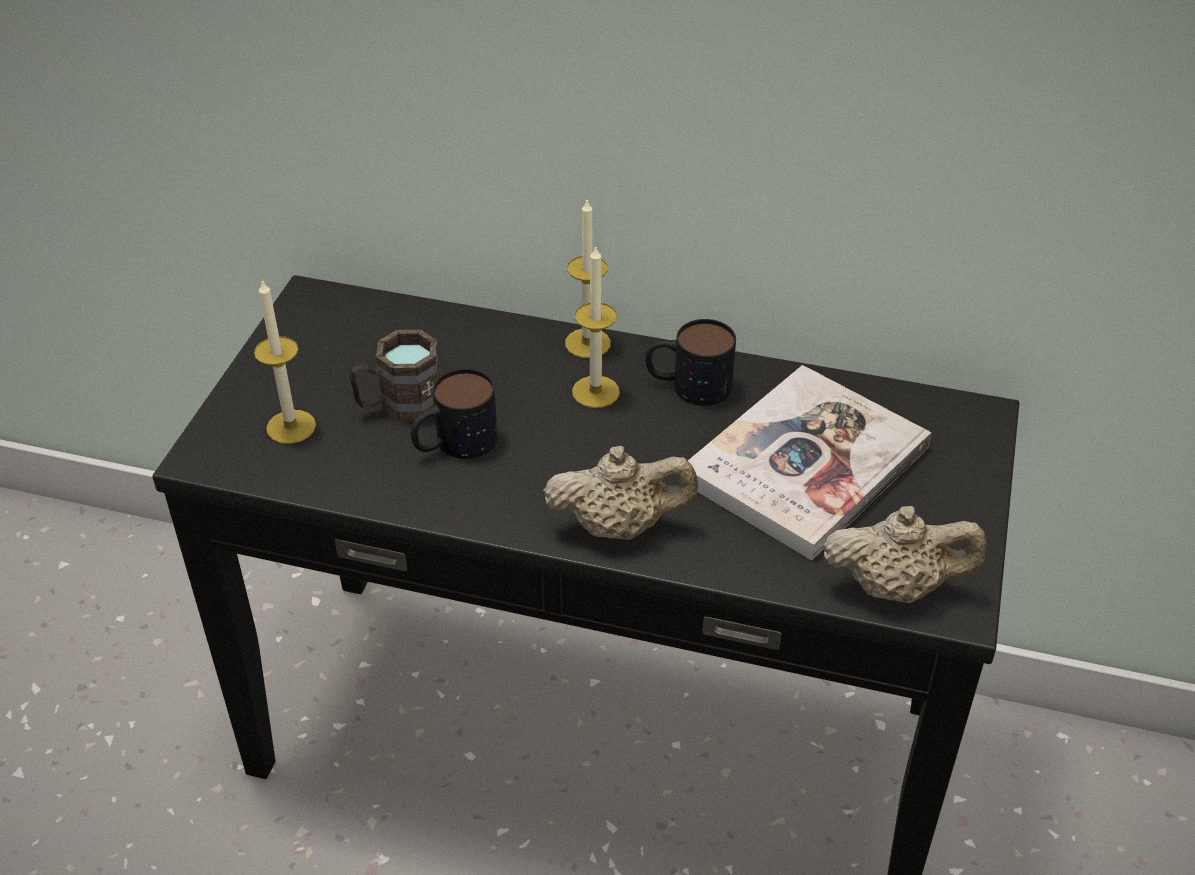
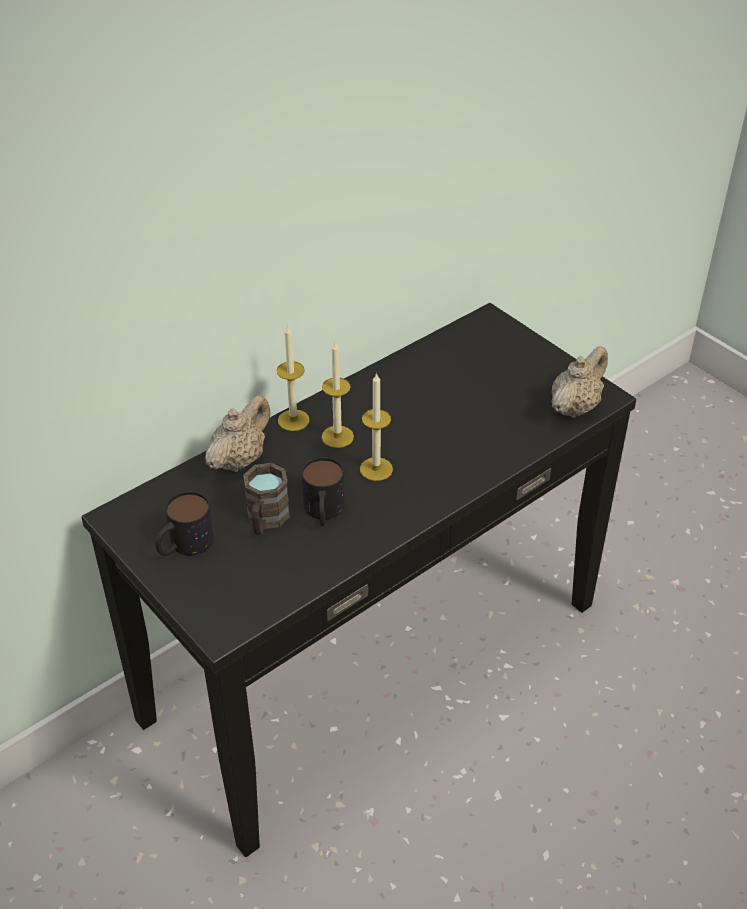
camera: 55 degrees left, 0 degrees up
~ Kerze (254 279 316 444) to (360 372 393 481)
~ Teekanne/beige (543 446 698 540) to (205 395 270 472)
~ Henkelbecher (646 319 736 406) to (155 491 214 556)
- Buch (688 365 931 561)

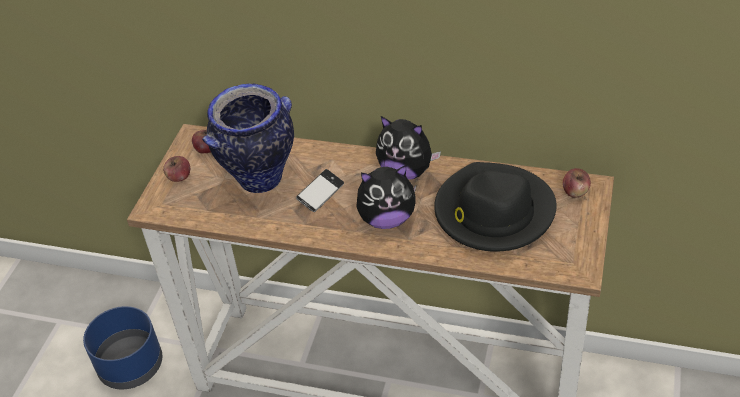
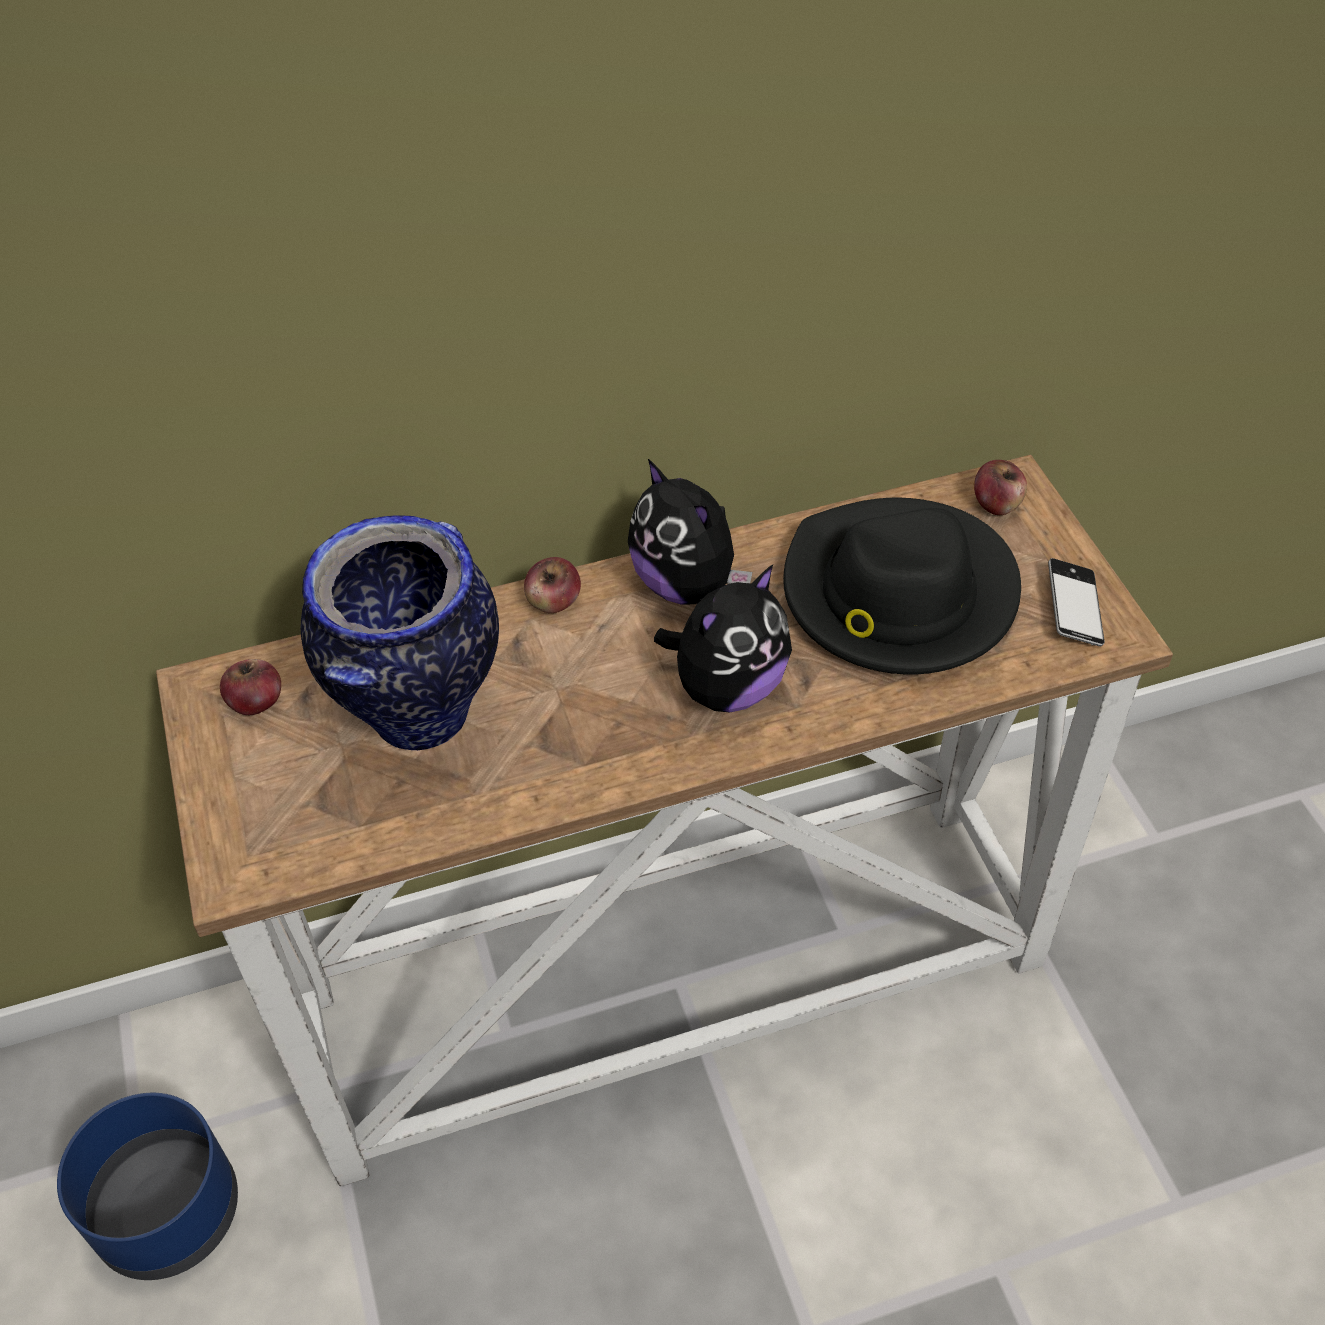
camera: 35 degrees left, 5 degrees up
~ Apfel (163 156 190 182) to (524 557 581 613)
~ Handy (296 169 344 212) to (1048 558 1105 647)
~ Plüschtier (376 116 441 180) = (628 459 753 605) 60 degrees clockwise

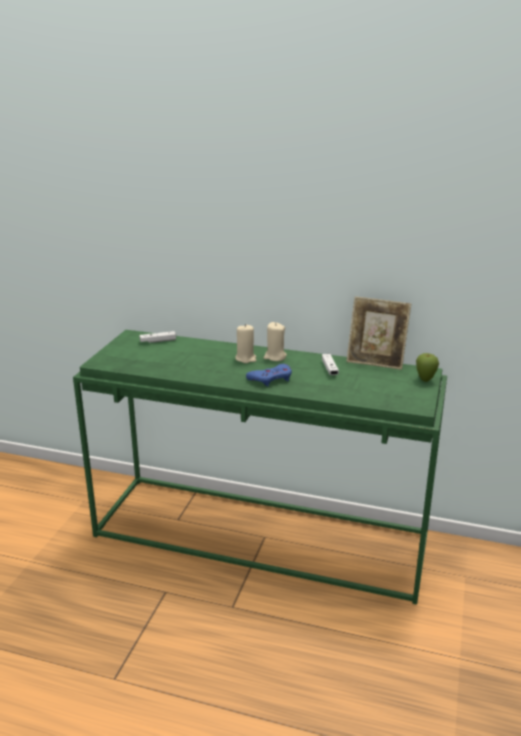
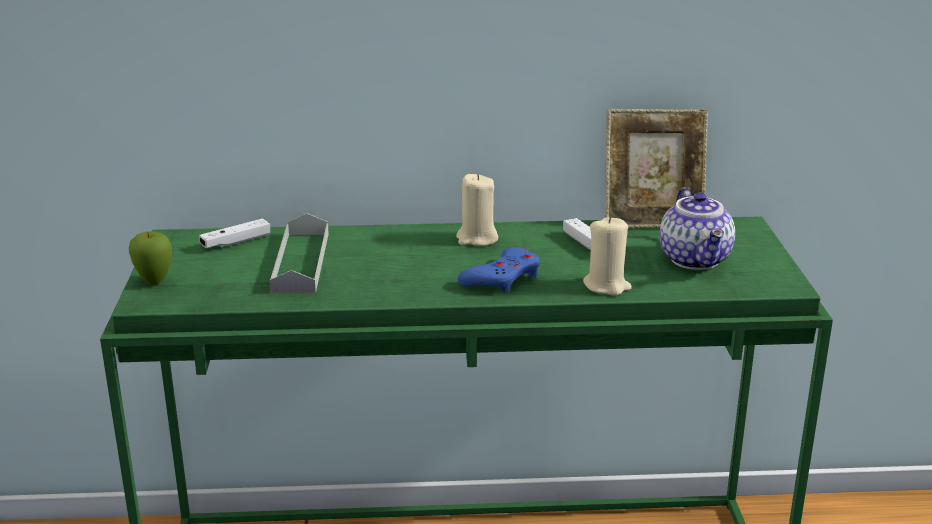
camera: 20 degrees left, 0 degrees up
~ Kerze/beige (235 324 256 363) to (583 216 632 296)
~ Apfel (416 353 439 382) to (129 231 172 286)
+ Tablett/grau (269 213 329 294)
+ Teekanne (660 188 735 270)

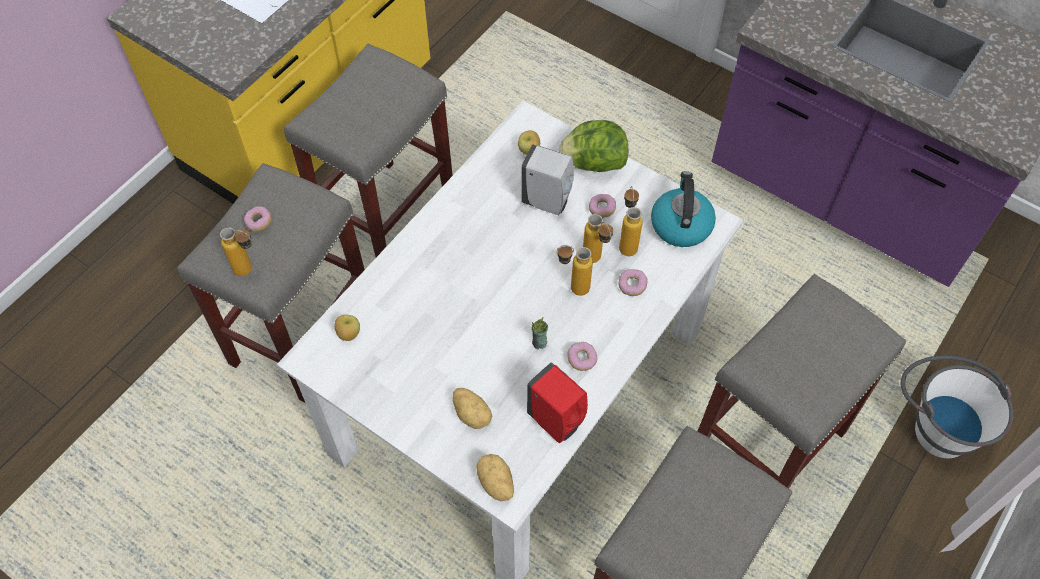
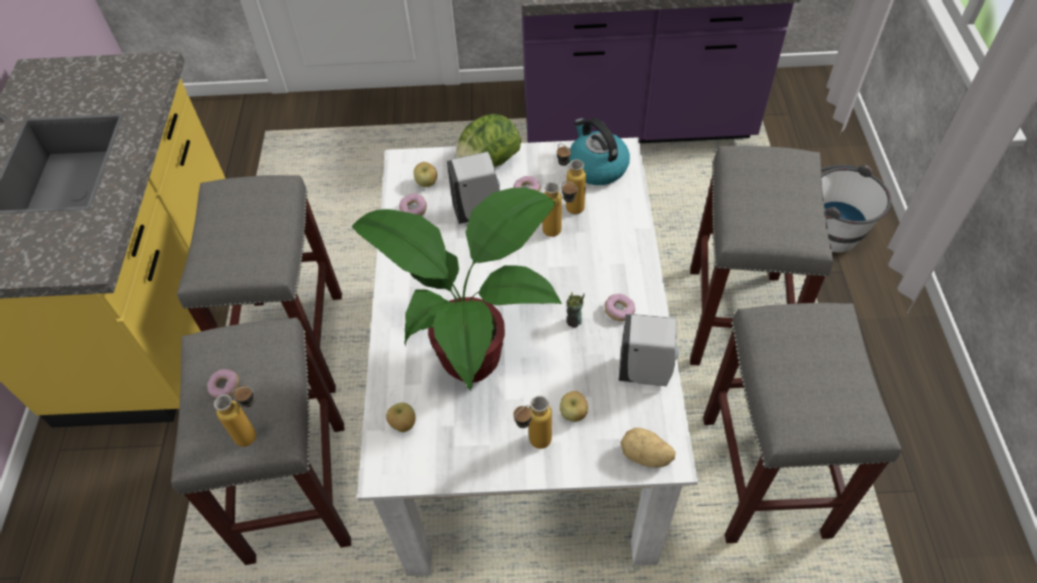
camera: 35 degrees left, 5 degrees down
~ Kartoffel (452 388 493 429) to Apfel (560 391 588 422)
~ Seifenspender/rot (527 362 588 444) to Seifenspender/weiß (619 314 679 386)
~ Flasche (556 245 593 296) to (514 396 552 449)
~ Donut (618 269 648 296) to (399 193 427 216)
+ Topfpflanze (351 187 562 391)

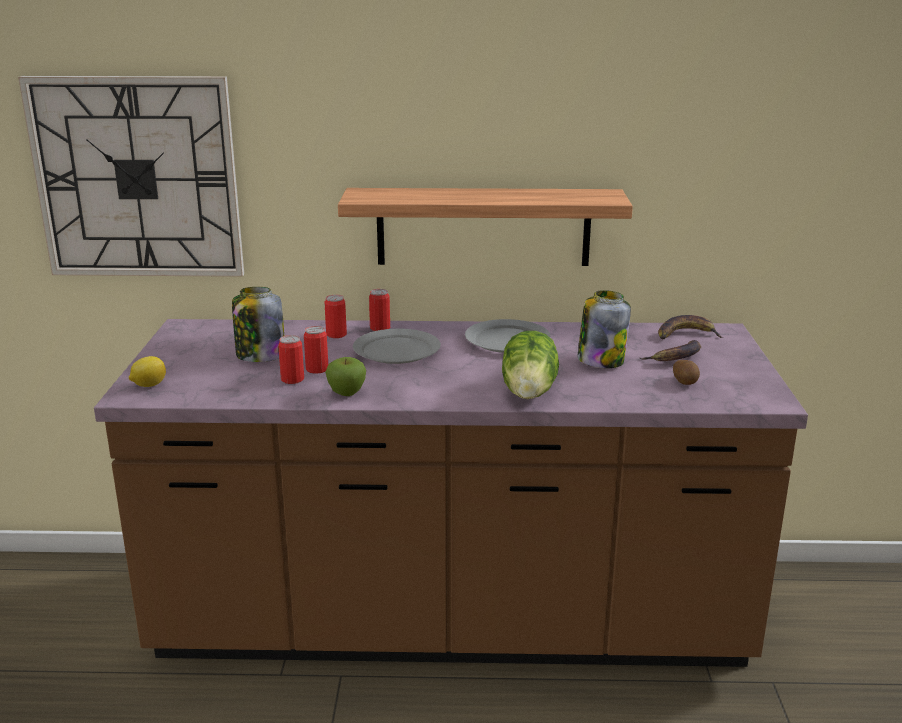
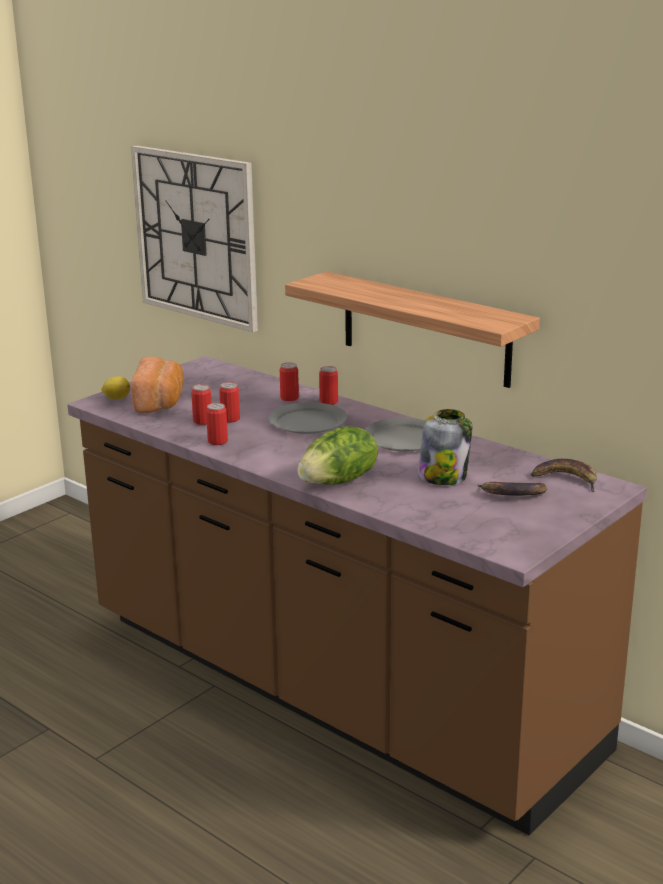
camera: 40 degrees right, 0 degrees up
- Vorratsglas (232 287 284 362)
~ Apfel (325 357 366 396) to Dose (206 403 228 445)
- Kartoffel (673 360 700 385)
+ Brot (131 357 184 413)

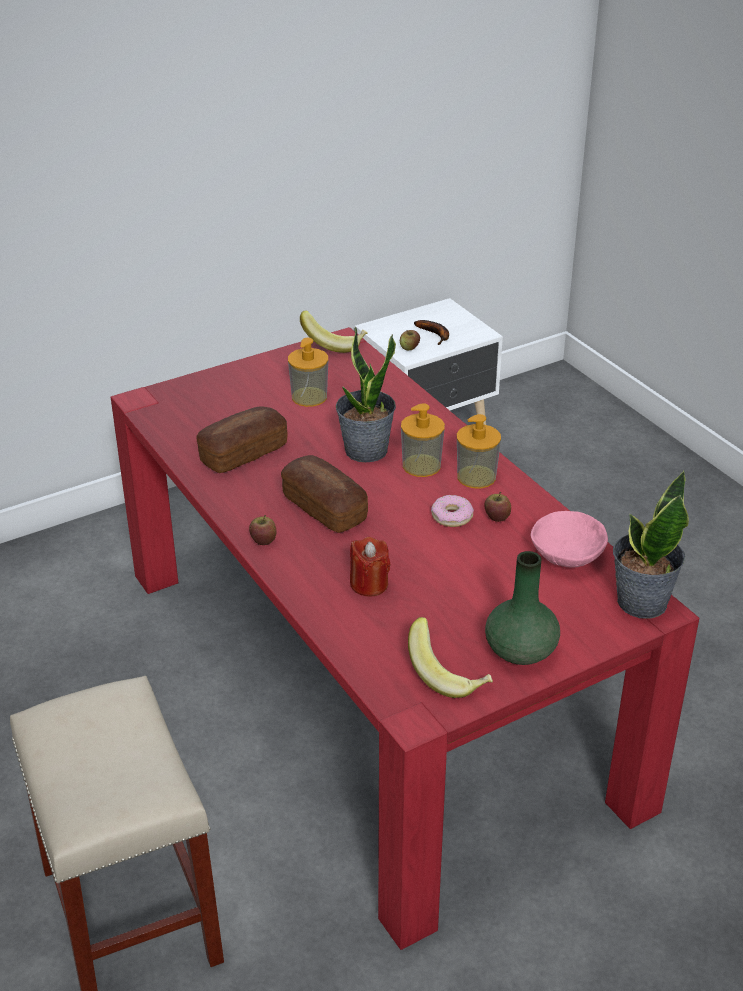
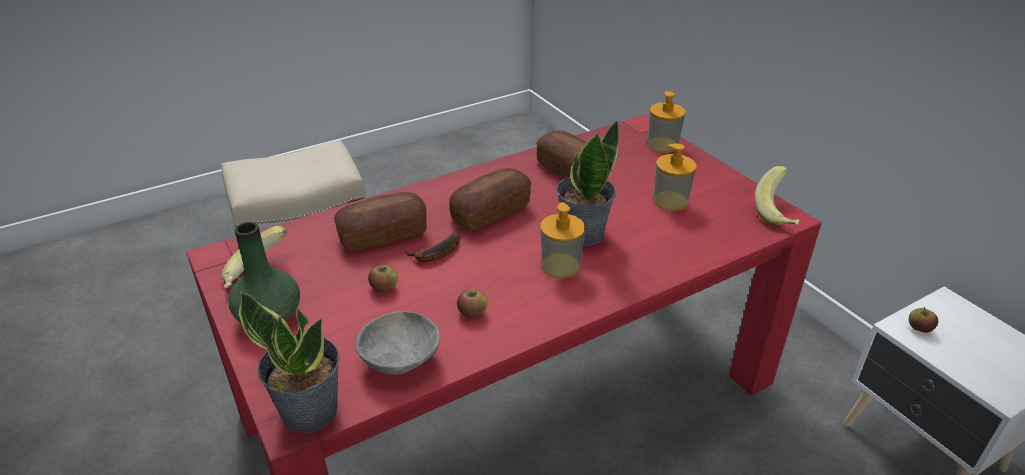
camera: 90 degrees right, 0 degrees up
~ Apfel (249 515 276 545) to (368 265 398 292)
~ Kerze/rot (350 537 391 597) to Brot (334 192 427 251)
~ Banane (414 320 449 345) to (404 232 460 262)
- Donut (431 495 474 527)
~ Seifenspender (457 414 501 488) to (648 91 686 153)
~ Schüssel/rosa (531 511 608 567) to Schüssel/grau (355 311 440 375)

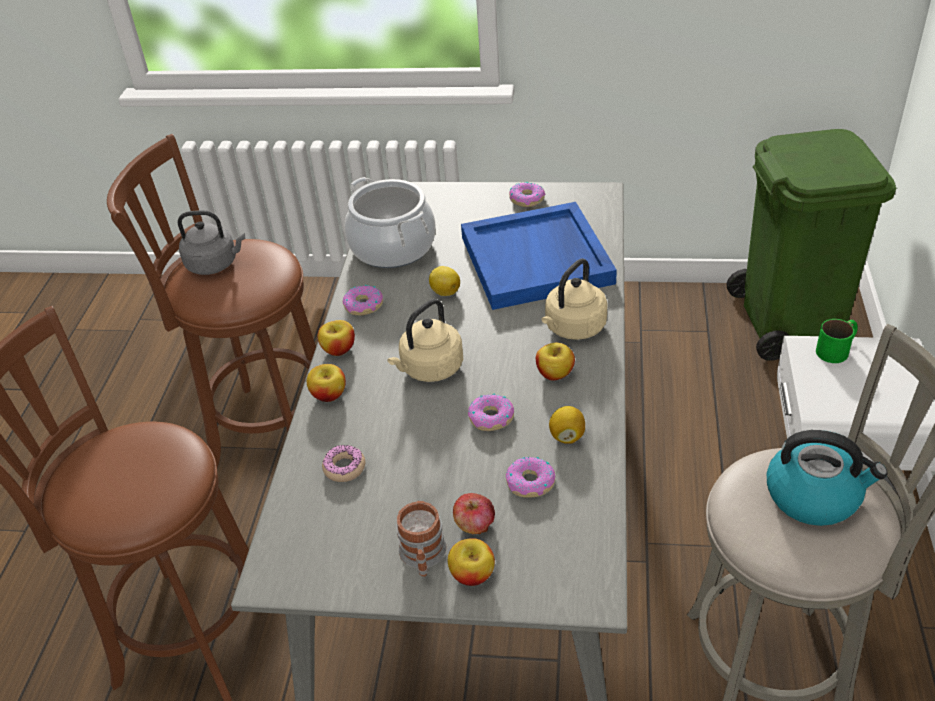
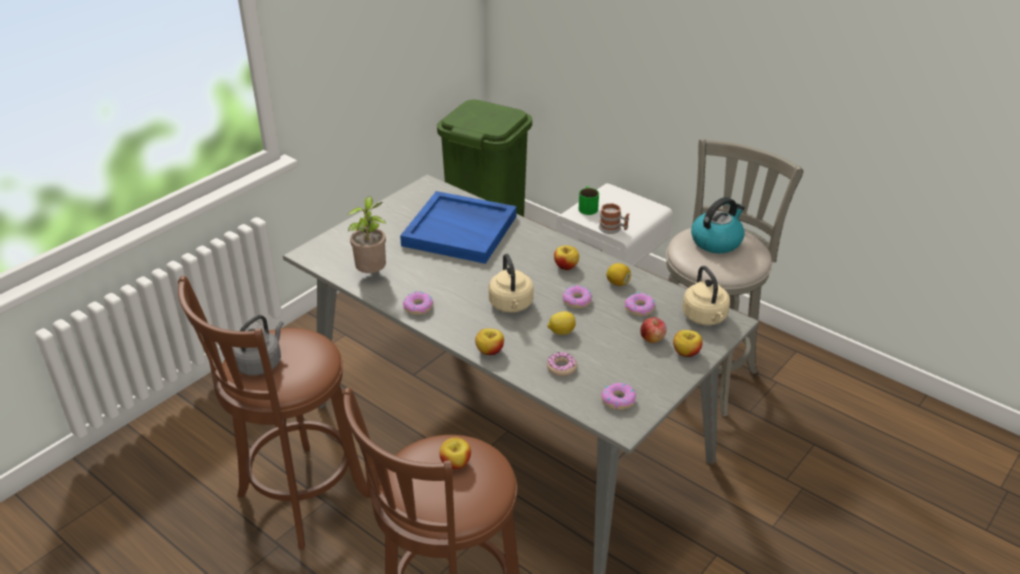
camera: 60 degrees left, 5 degrees down
~ Apfel (318 320 355 356) to (439 437 471 469)
~ Kochtopf (344 177 436 268) to Topfpflanze (347 196 386 273)
~ Henkelbecher (396 501 446 577) to (599 203 629 234)
~ Zitrone (429 266 460 296) to (547 311 576 335)
~ Donut (509 182 545 207) to (601 383 636 410)
~ Wasserkessel/beige (541 258 608 340) to (683 266 730 325)

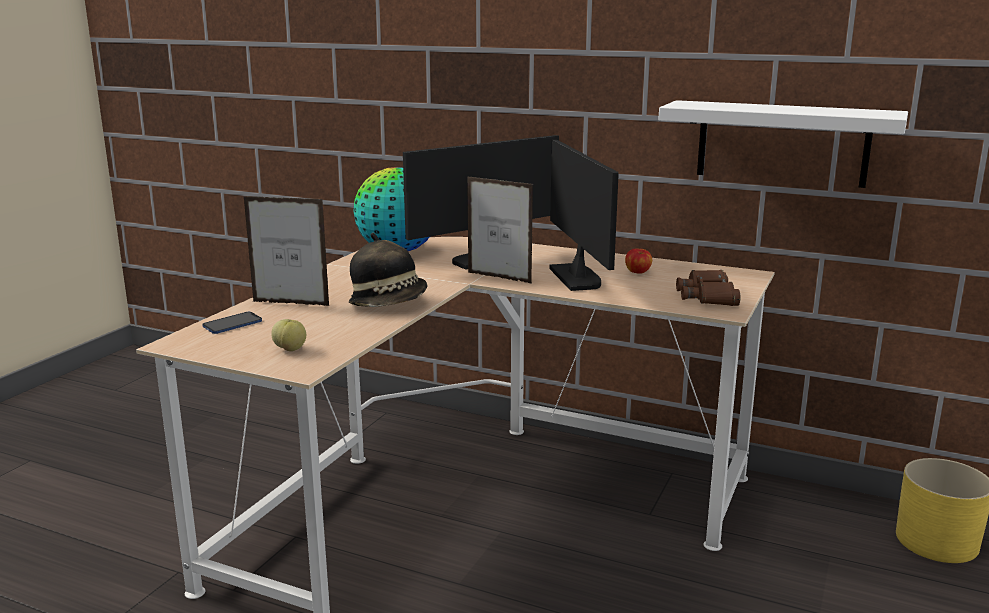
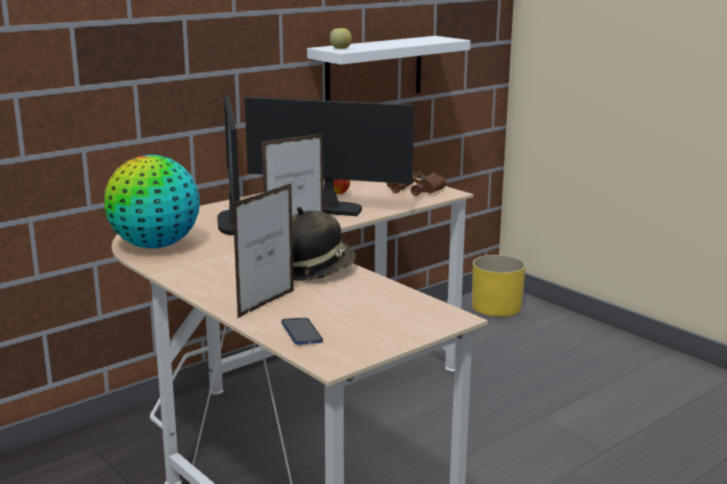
camera: 65 degrees left, 0 degrees up
~ Apfel (271 319 306 351) to (330 28 352 49)

